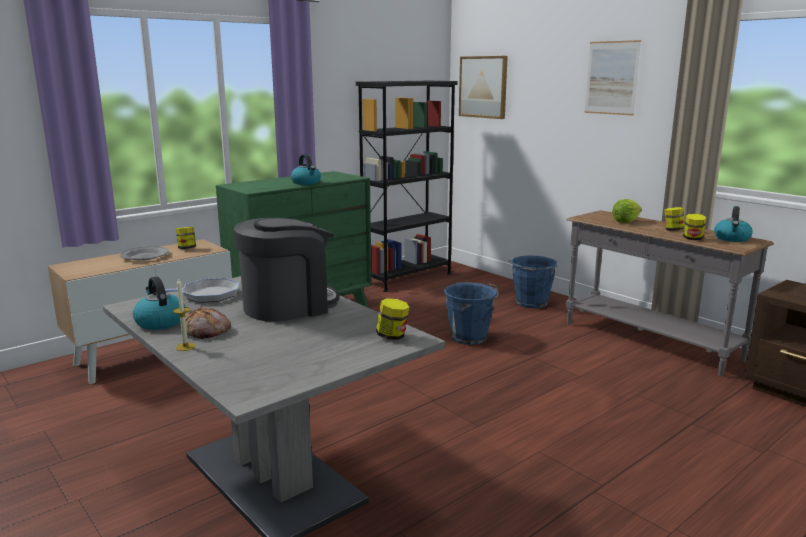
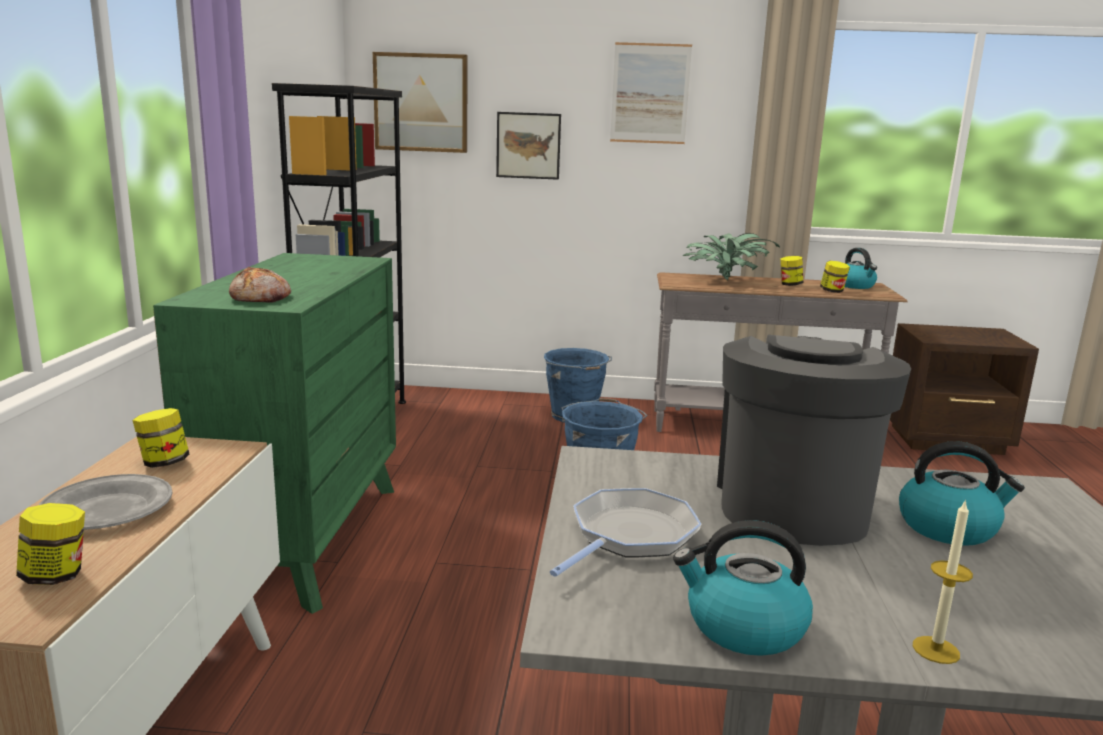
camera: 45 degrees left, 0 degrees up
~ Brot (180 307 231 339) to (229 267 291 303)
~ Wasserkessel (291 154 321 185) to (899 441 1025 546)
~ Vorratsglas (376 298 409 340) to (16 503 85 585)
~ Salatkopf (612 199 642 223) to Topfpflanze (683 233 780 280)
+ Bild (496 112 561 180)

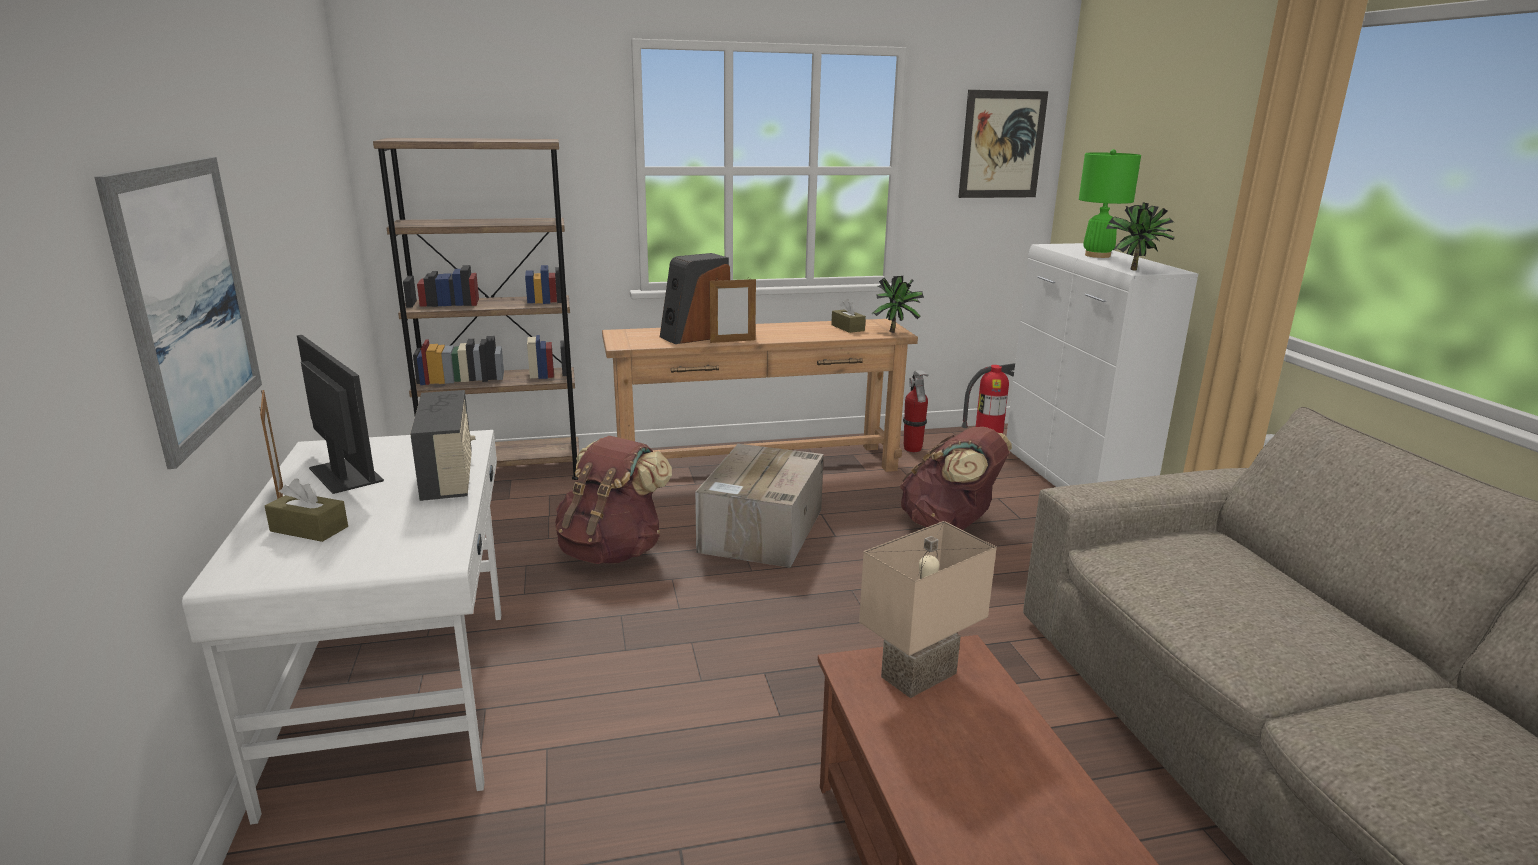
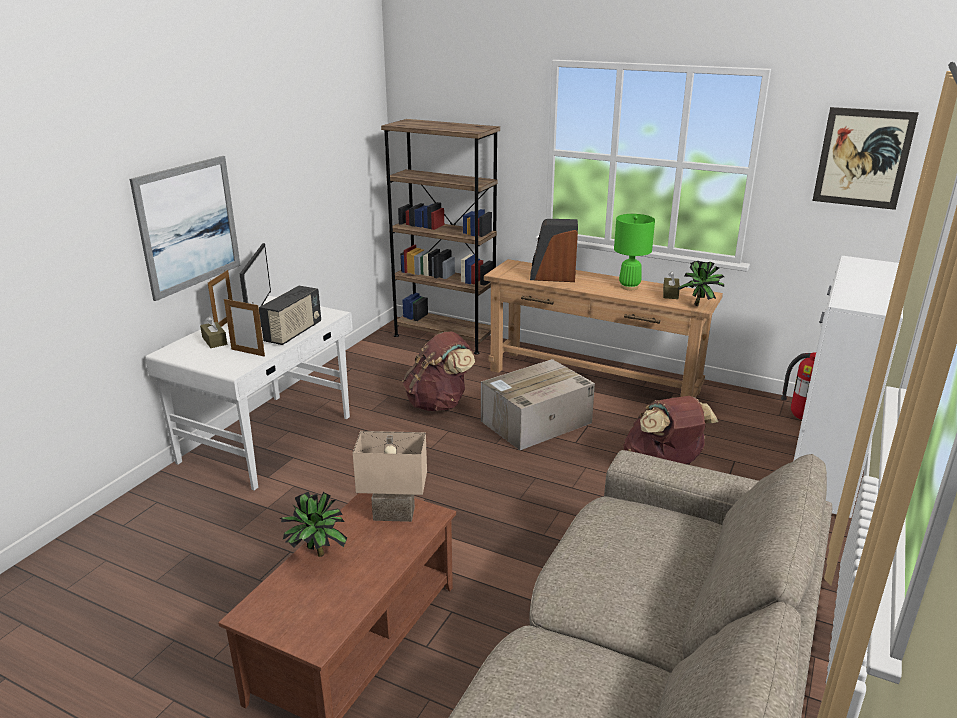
camera: 40 degrees right, 5 degrees up
~ Bilderrahmen (710 277 756 343) to (224 299 265 357)
- Feuerlöscher (903 370 928 452)
~ Tischlampe/grün (1079 149 1141 258) to (614 214 655 290)
~ Topfpflanze (1106 202 1174 270) to (280 491 347 557)

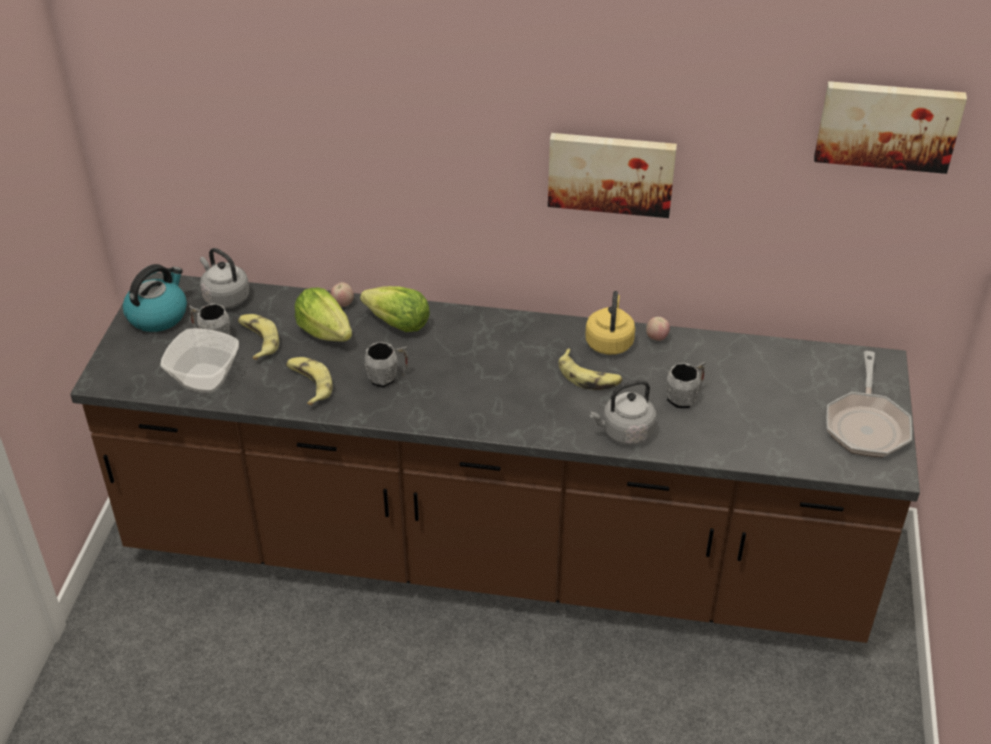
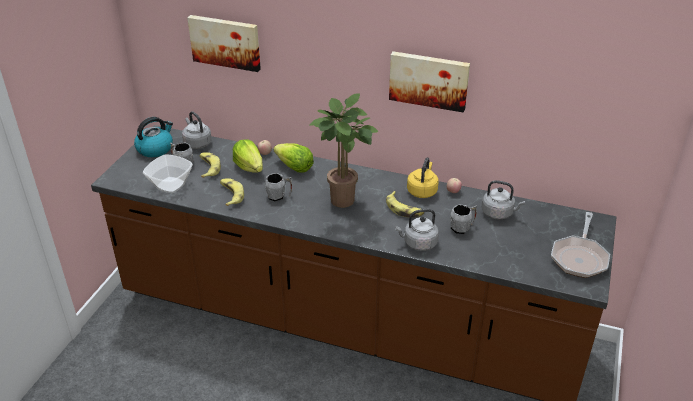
camera: 10 degrees right, 5 degrees down
~ Bild (814 81 967 174) to (187 15 261 72)
+ Topfpflanze (310 93 379 208)
+ Wasserkessel/grau (482 180 525 219)

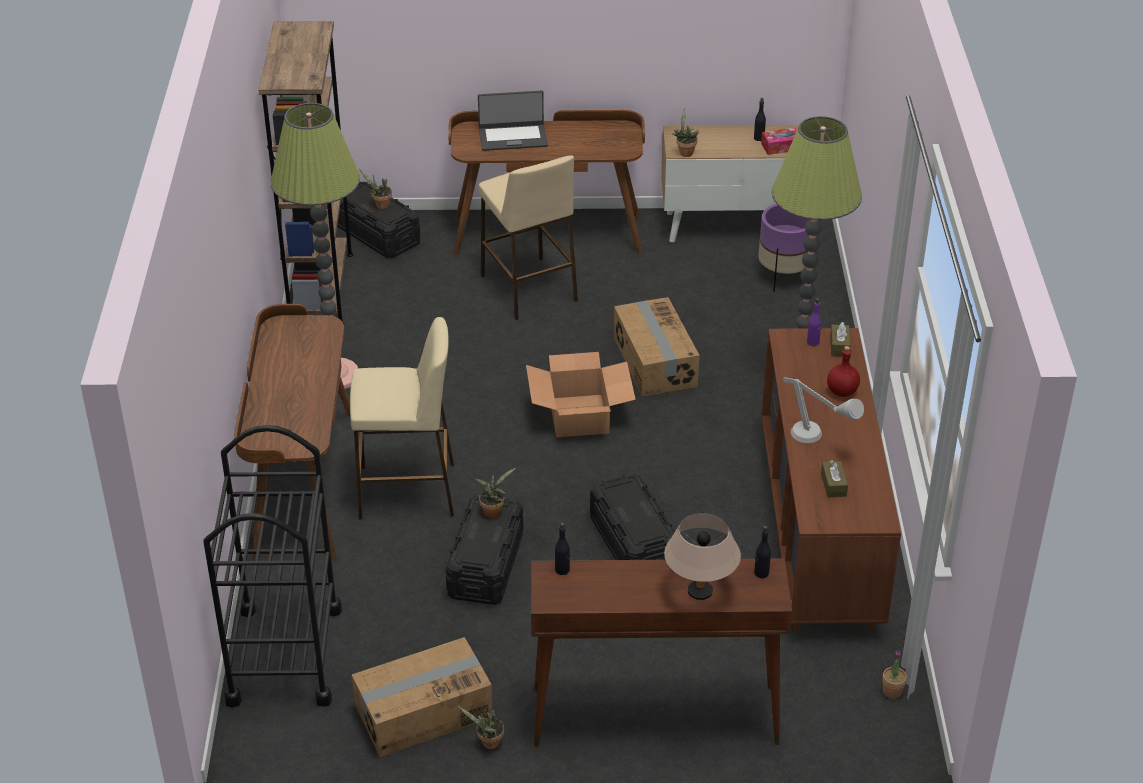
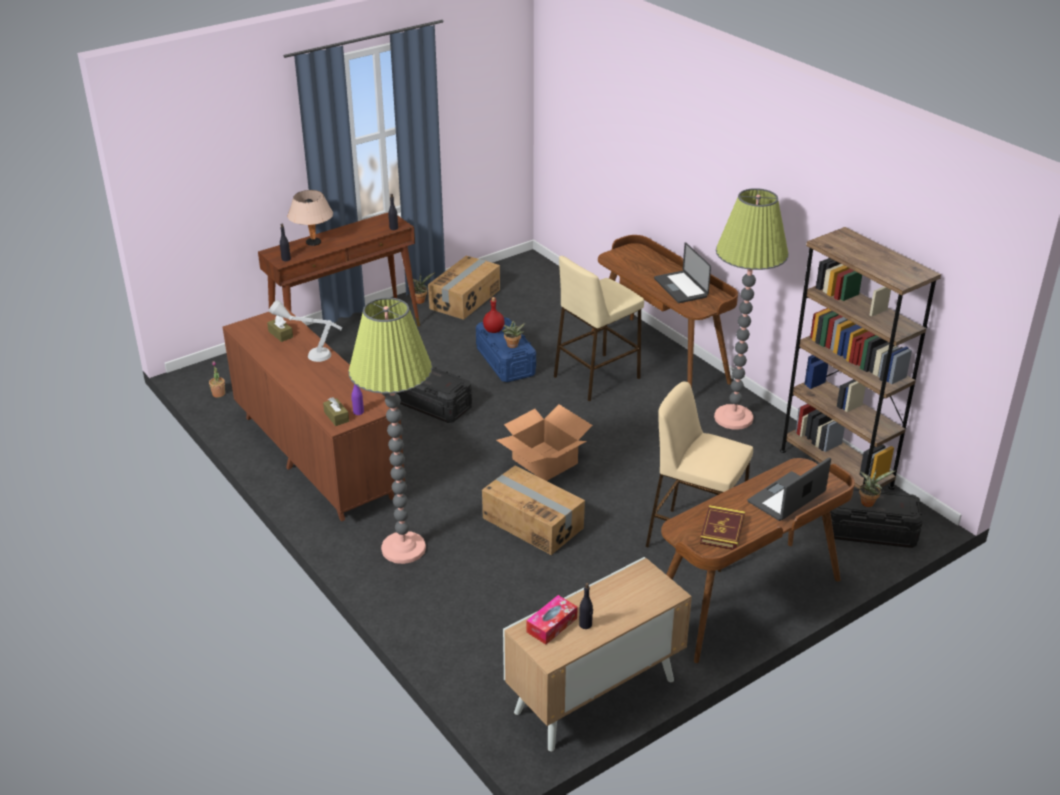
camera: 145 degrees right, 5 degrees down
- Rollwagen/schwarz (203 425 342 708)
~ Aufbewahrungsbox/schwarz (446 496 523 605) to Aufbewahrungsbox/blau (476 317 536 382)
- Topfpflanze (672 108 699 157)
- Pflanzkübel/lila (758 204 810 292)
~ Flasche/rot (827 346 860 397) to (483 297 505 333)
+ Laptop (654 242 711 303)
+ Buch (700 505 745 550)

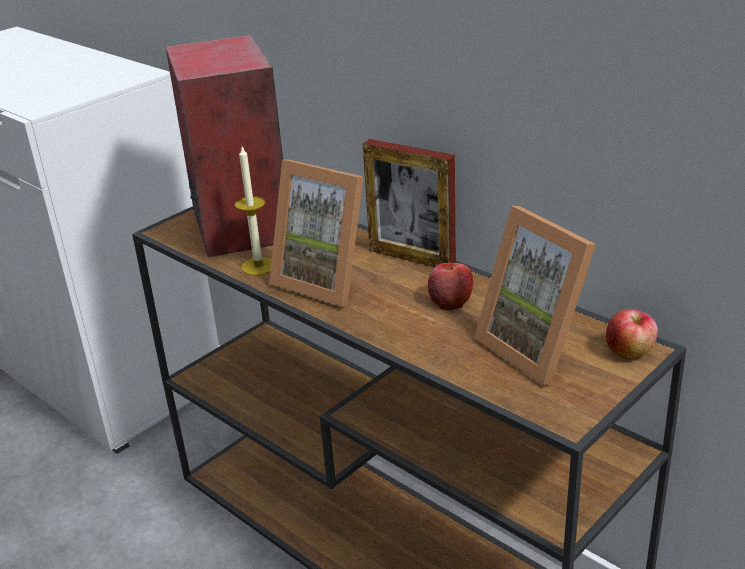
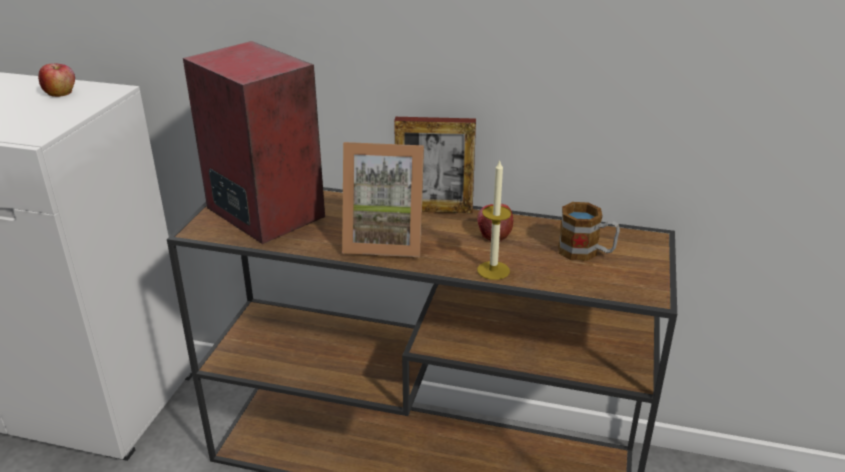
camera: 30 degrees left, 0 degrees up
~ Kerze (235 147 272 275) to (477 159 511 280)
~ Bilderrahmen (474 206 596 385) to Henkelbecher (558 202 620 261)
~ Apfel (606 309 658 359) to (38 63 75 97)

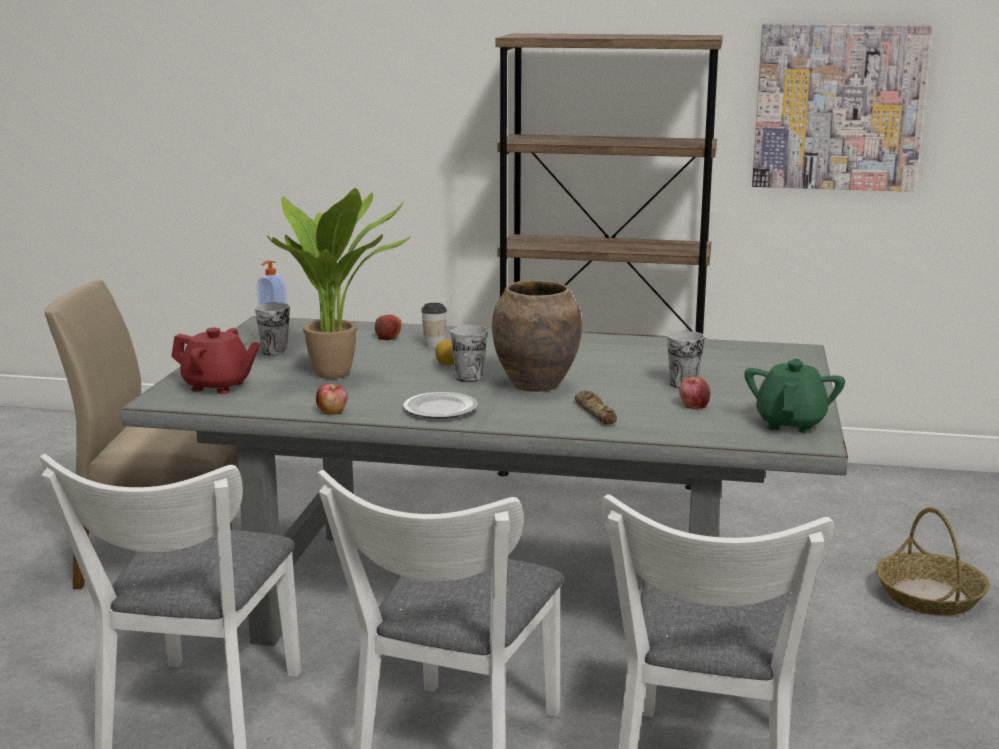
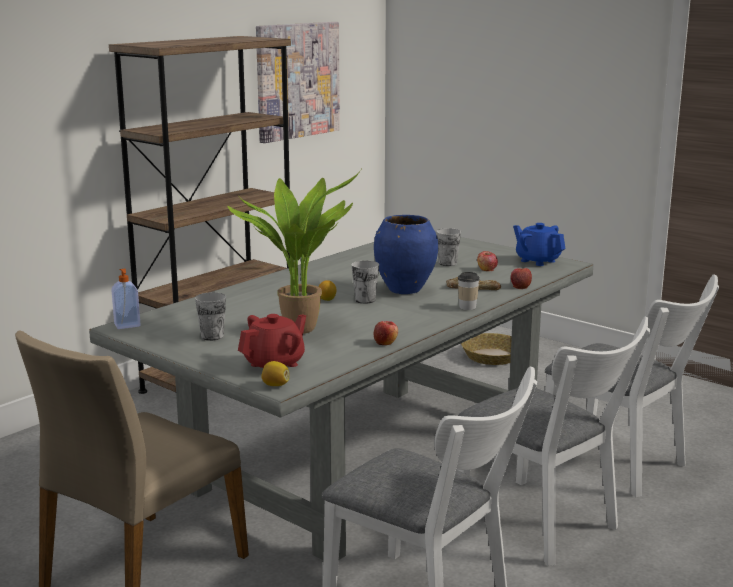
camera: 60 degrees left, 0 degrees up
~ Apfel (375 315 402 340) to (511 268 532 289)
- Teller (403 392 478 419)
~ Tasse (421 303 447 348) to (458 272 480 310)
~ Vase/braun (492 280 582 392) to Vase/blau (374 215 438 294)
~ Teekanne/grün (744 359 845 433) to Teekanne/blau (513 223 565 266)
+ Zitrone (261 361 289 386)

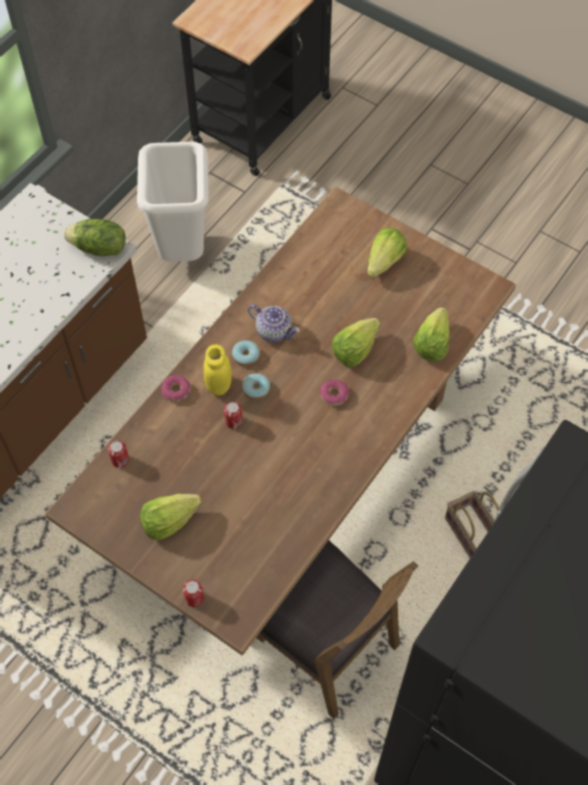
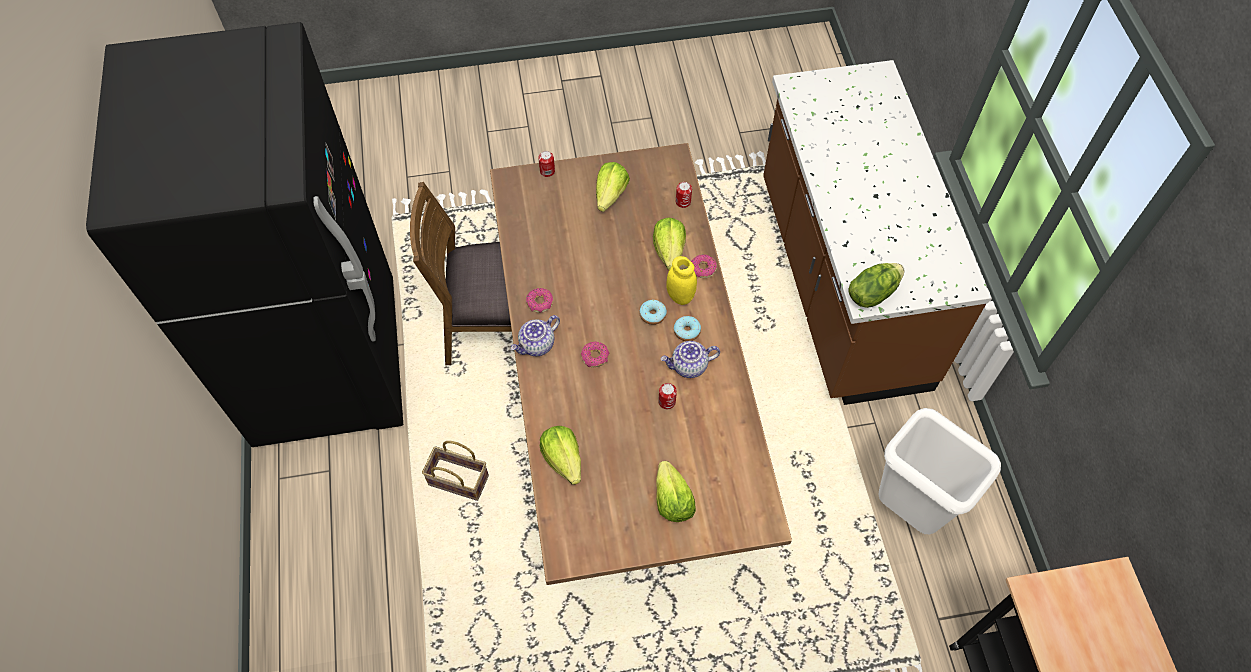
camera: 135 degrees right, 0 degrees up
~ Dose (224 402 243 429) to (658 383 677 409)
~ Salatkopf (332 318 380 367) to (653 217 686 270)
+ Teekanne (510 315 560 356)
+ Donut (526 288 553 313)

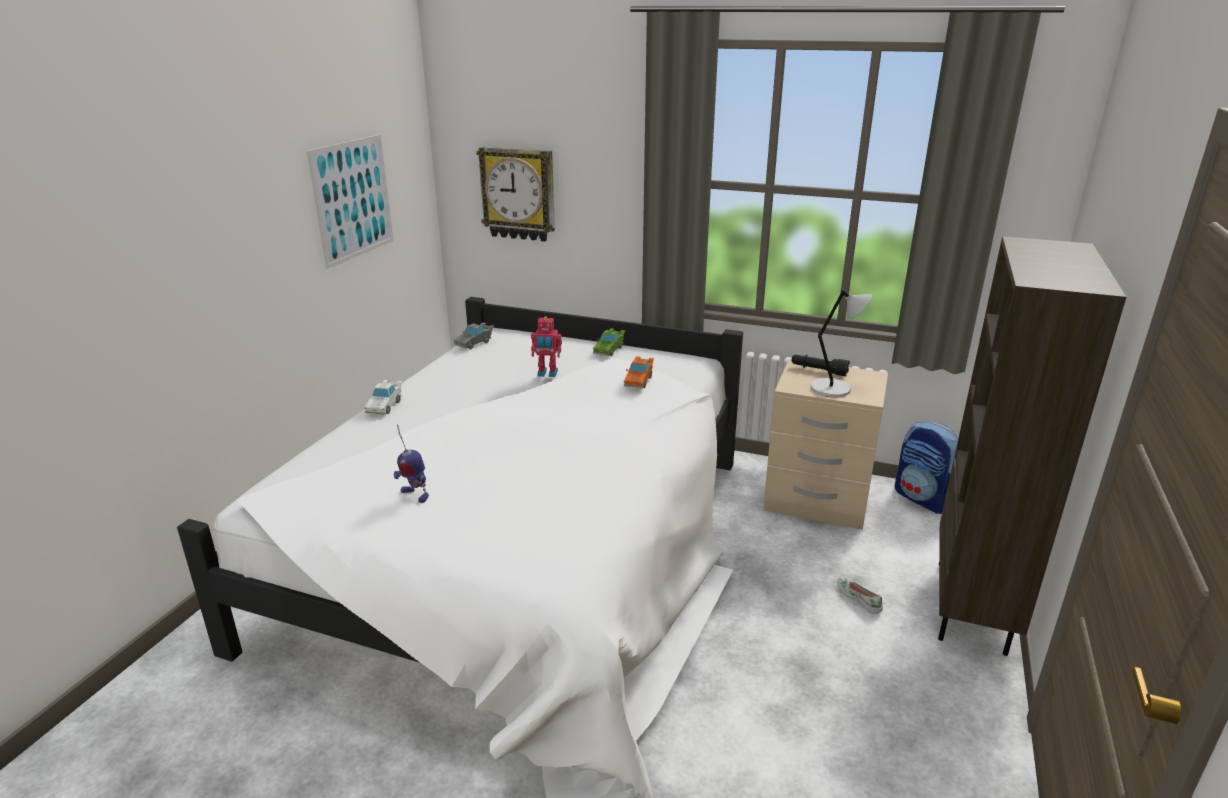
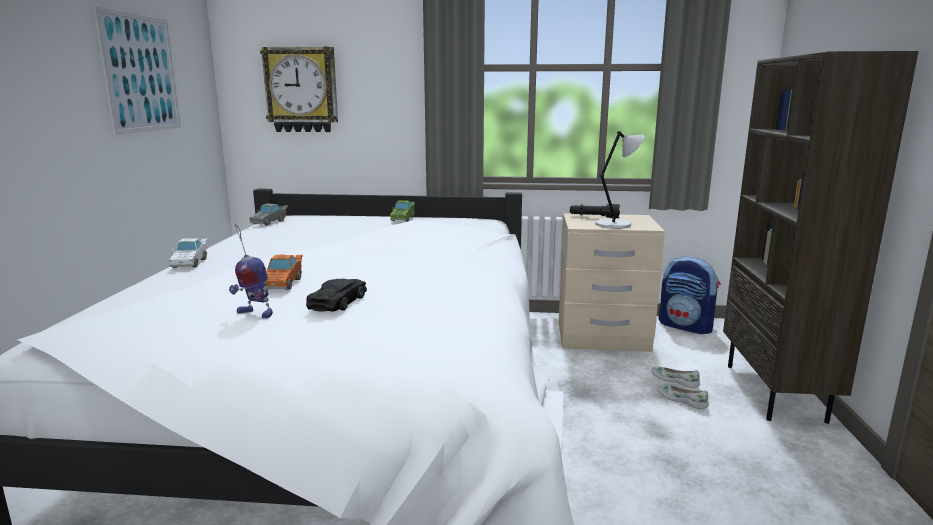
camera: 15 degrees left, 10 degrees down
- Spielzeugroboter (531 317 562 377)
~ Spielzeugauto/orange (624 356 654 388) to (265 255 303 290)
+ Spielzeugauto/schwarz (306 279 367 312)
+ Schuh/weiß (651 366 700 388)

